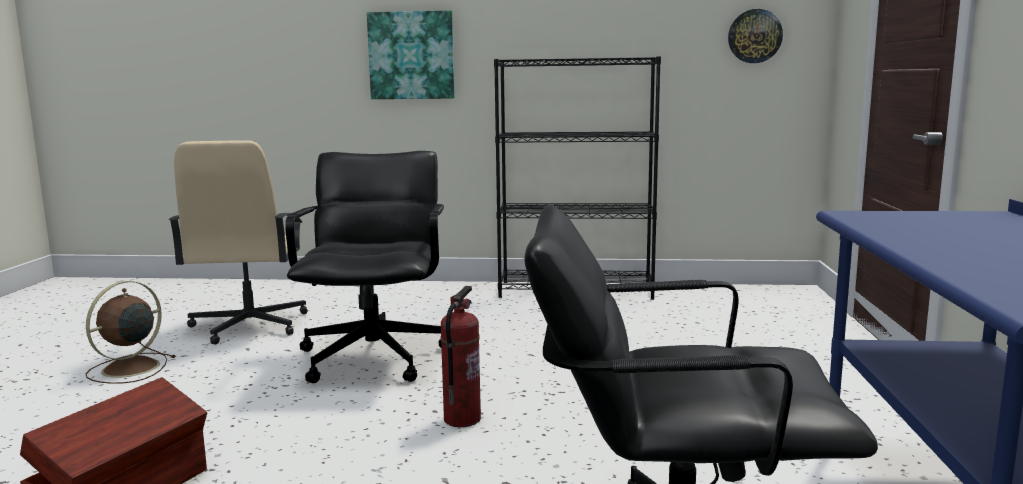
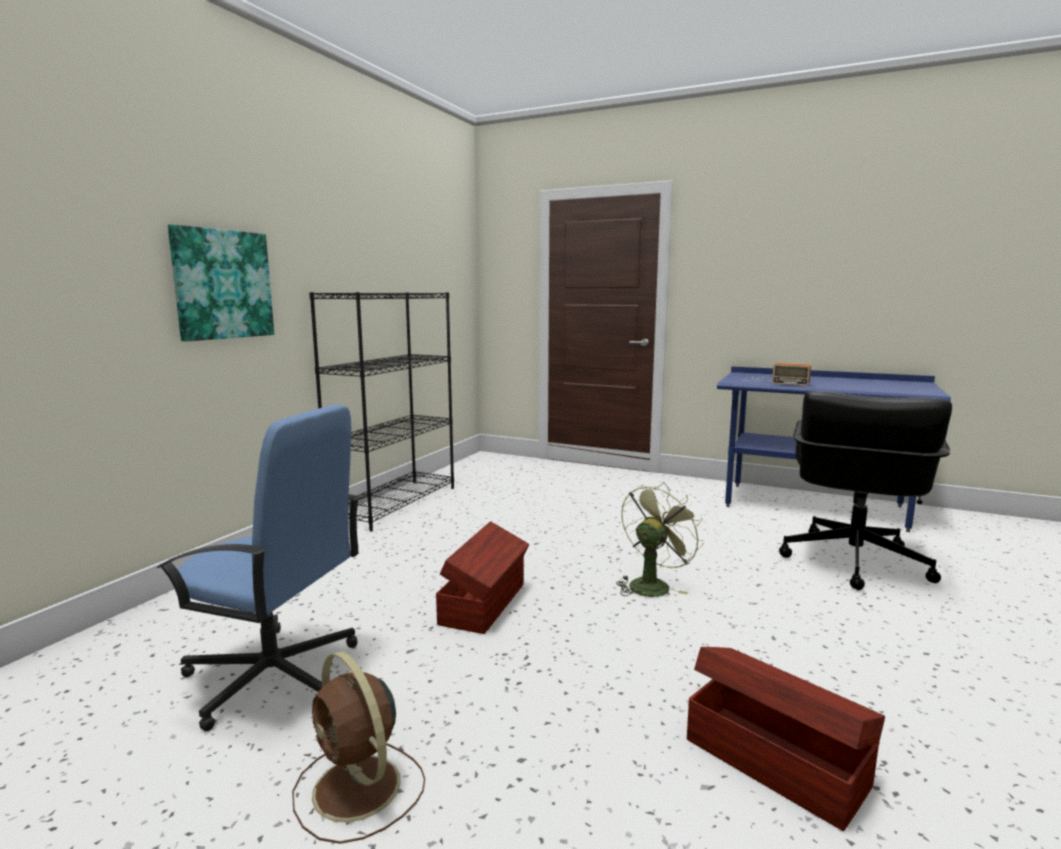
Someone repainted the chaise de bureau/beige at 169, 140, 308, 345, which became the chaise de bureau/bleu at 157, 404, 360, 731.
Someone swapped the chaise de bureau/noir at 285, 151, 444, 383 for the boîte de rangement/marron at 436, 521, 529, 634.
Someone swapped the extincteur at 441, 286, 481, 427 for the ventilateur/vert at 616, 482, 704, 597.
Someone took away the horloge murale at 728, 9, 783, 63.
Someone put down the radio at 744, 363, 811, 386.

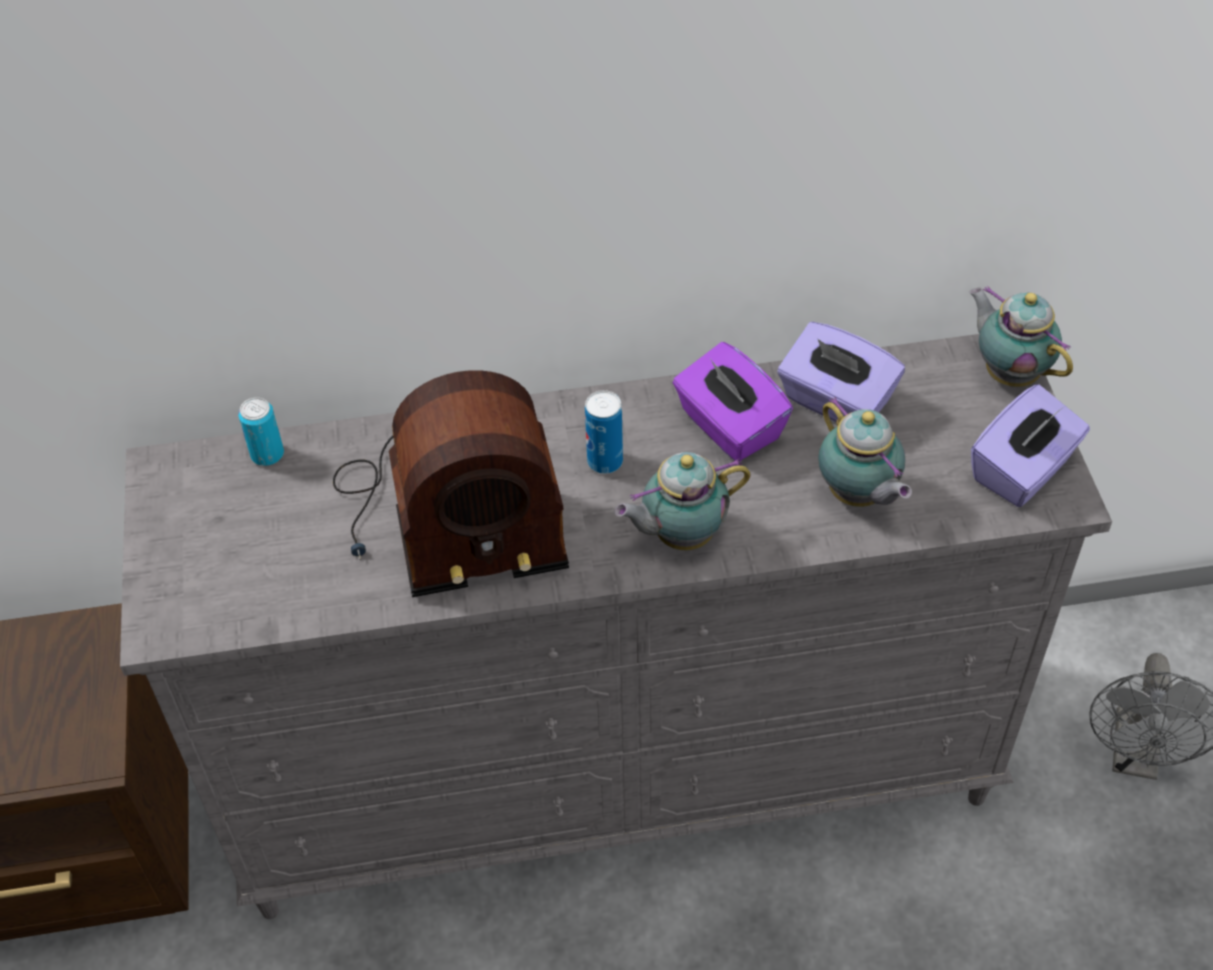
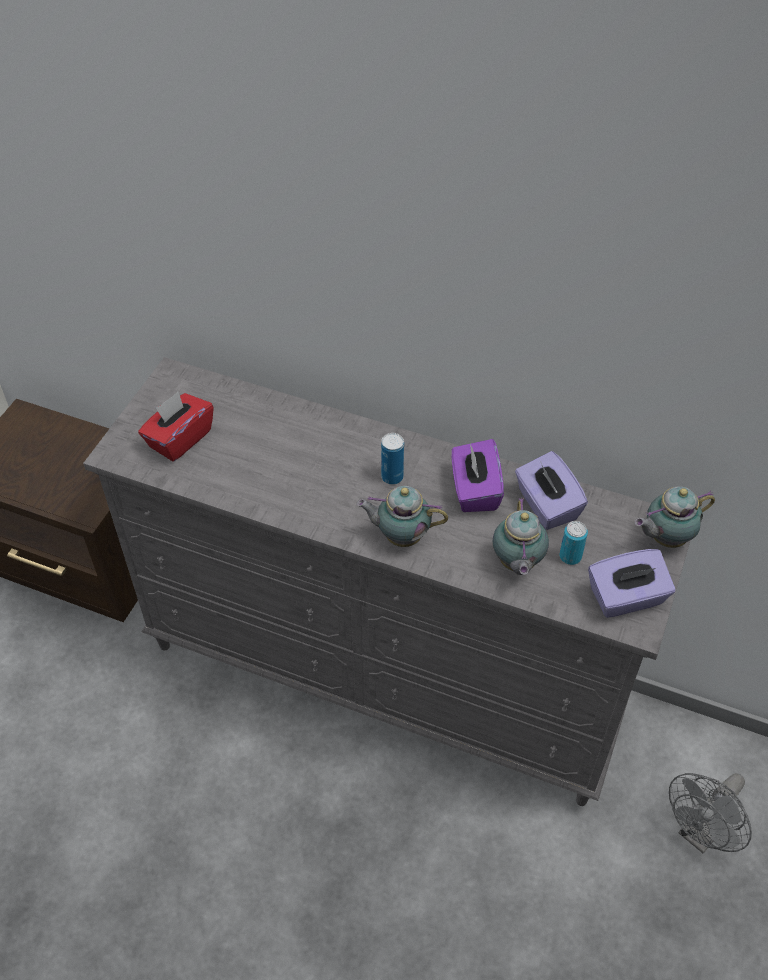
Someone carried the boîte métallique from 238, 397, 284, 466 to 559, 521, 588, 565.
Someone took away the radio at 333, 370, 569, 597.
Someone rotated the théière at 969, 286, 1073, 387 by 105 degrees counterclockwise.
Someone put down the boîte à mouchoirs/rouge at 138, 392, 214, 461.

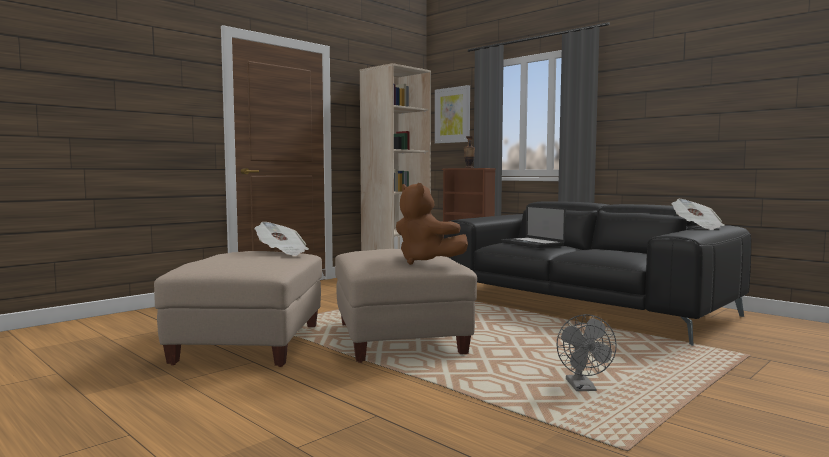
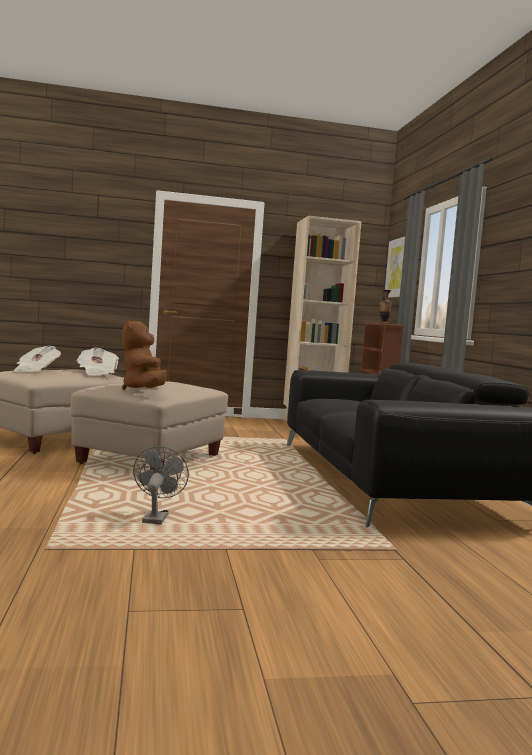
Someone took away the ordinateur portable at 501, 205, 566, 248.
Someone rotated the ventilateur/gris at 557, 314, 617, 391 by 150 degrees clockwise.
Someone carried the journal from 672, 199, 724, 230 to 13, 346, 61, 372.

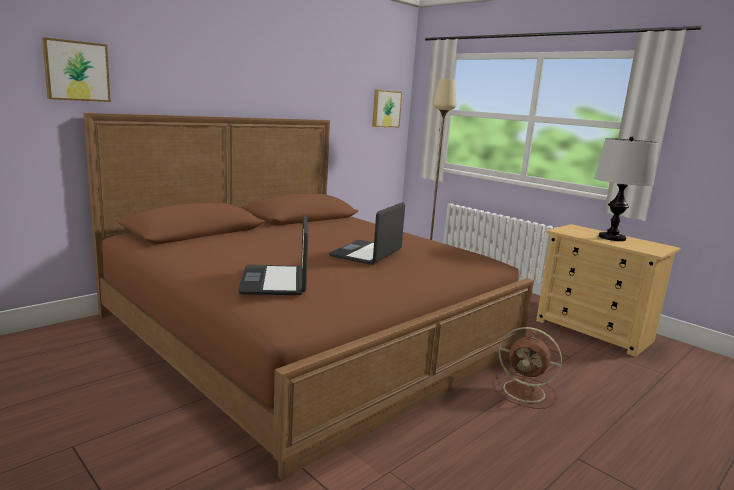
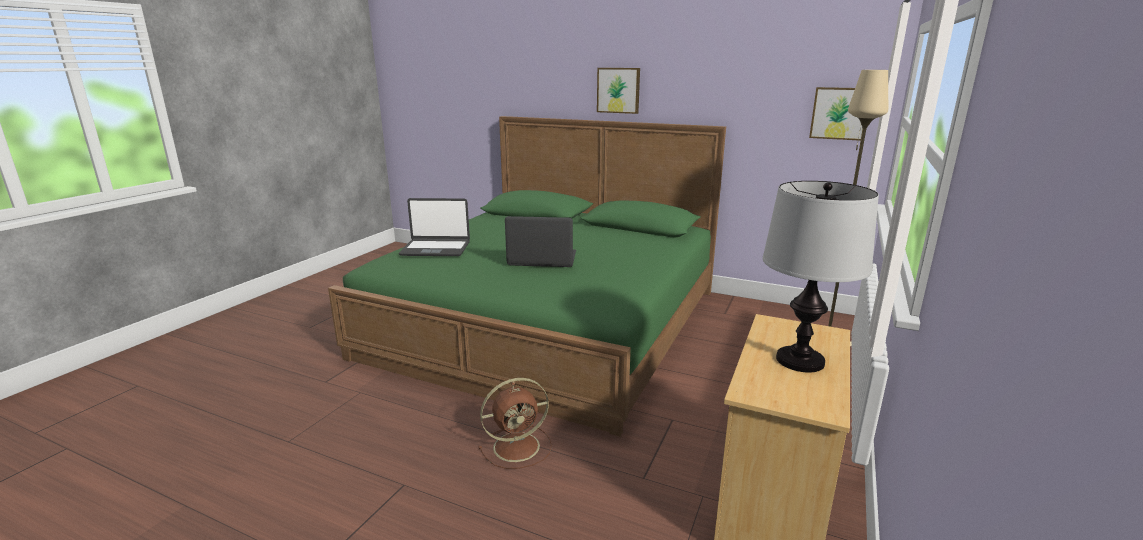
Someone carried the tableau from 42, 37, 111, 102 to 597, 68, 640, 114.
Someone repainted the lit/marron at 84, 113, 534, 481, which became the lit/vert at 328, 116, 726, 436.
Someone rotated the ordinateur portable at 238, 214, 308, 295 by 150 degrees counterclockwise.
Someone rotated the ventilateur/marron at 494, 327, 562, 409 by 120 degrees counterclockwise.

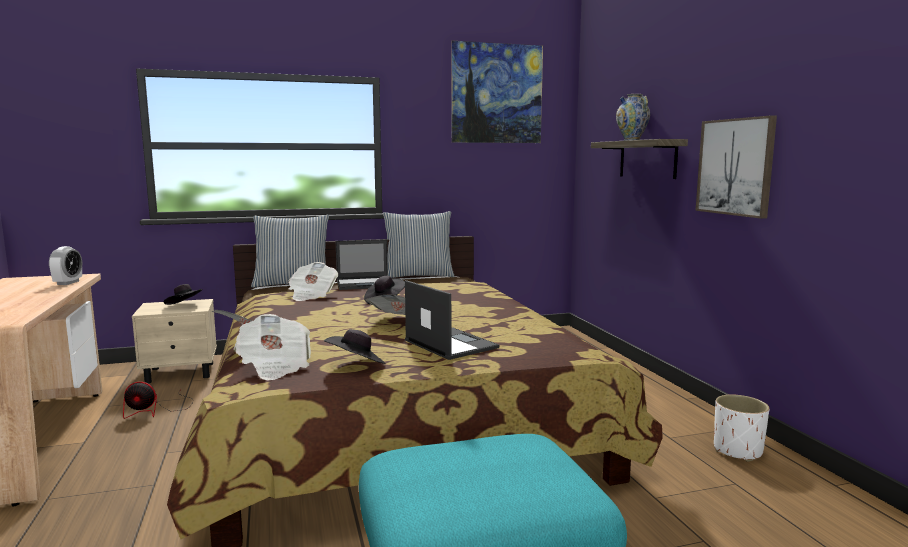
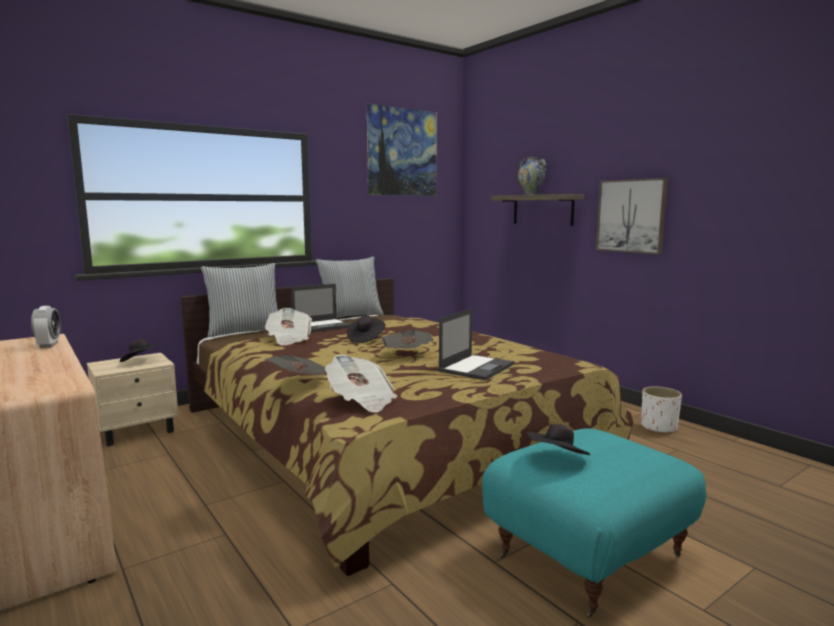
Someone took away the ventilateur at 123, 382, 194, 419.
Someone carried the chapeau/noir from 324, 329, 386, 364 to 527, 424, 590, 455.
Someone rotated the ordinateur portable at 405, 280, 500, 360 by 90 degrees clockwise.

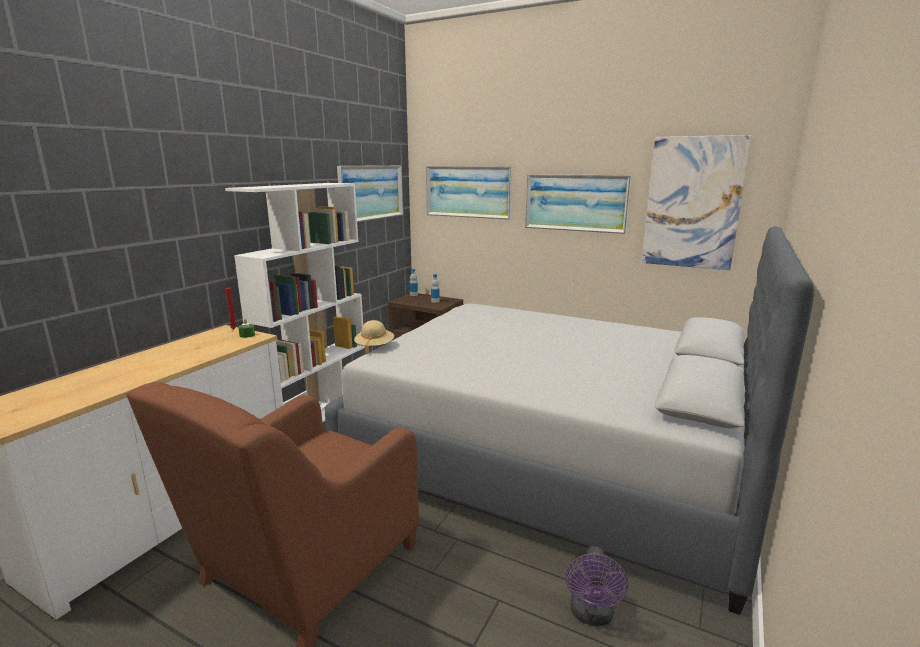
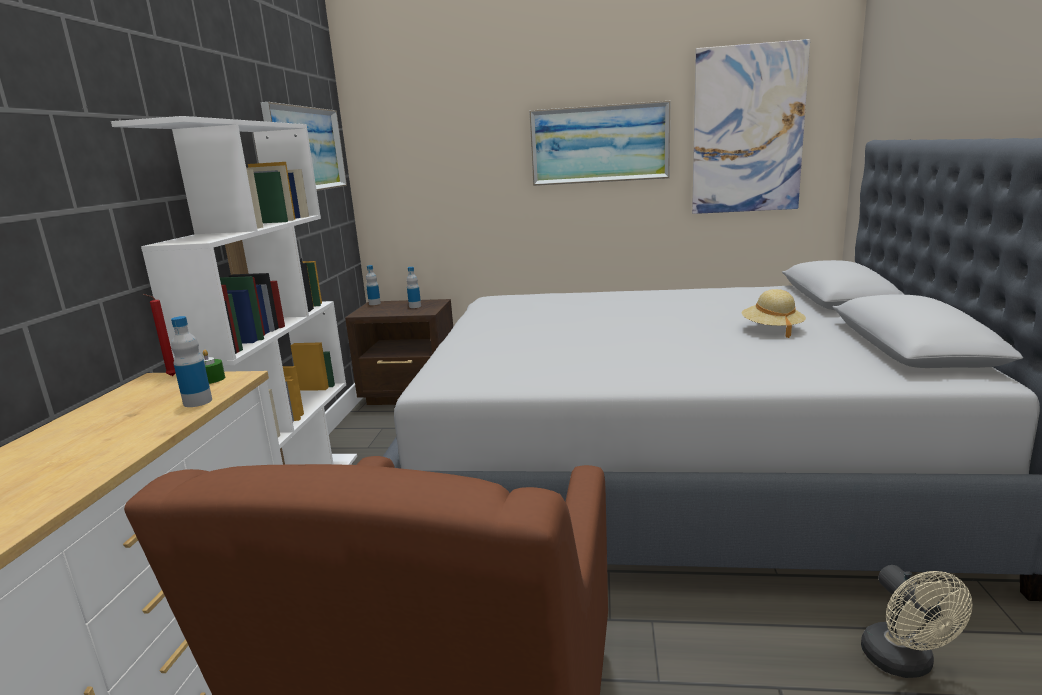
Someone carried the chapeau/beige from 354, 320, 394, 354 to 742, 289, 806, 338.
Someone took away the tableau at 426, 166, 513, 220.
Someone repainted the ventilateur/violet at 566, 546, 628, 626, which became the ventilateur/beige at 861, 565, 973, 678.
Someone put down the bouteille at 171, 316, 212, 407.

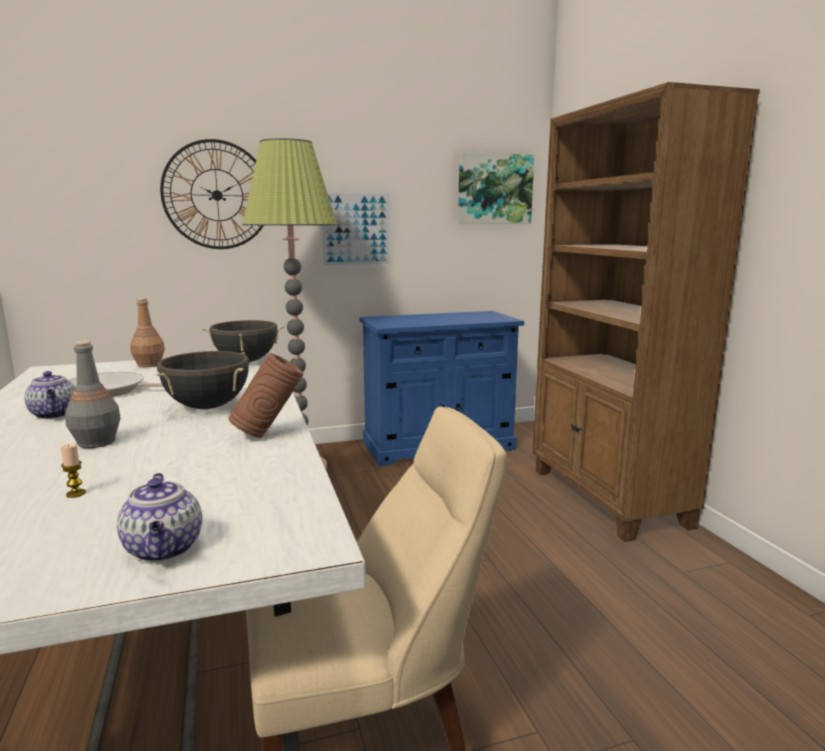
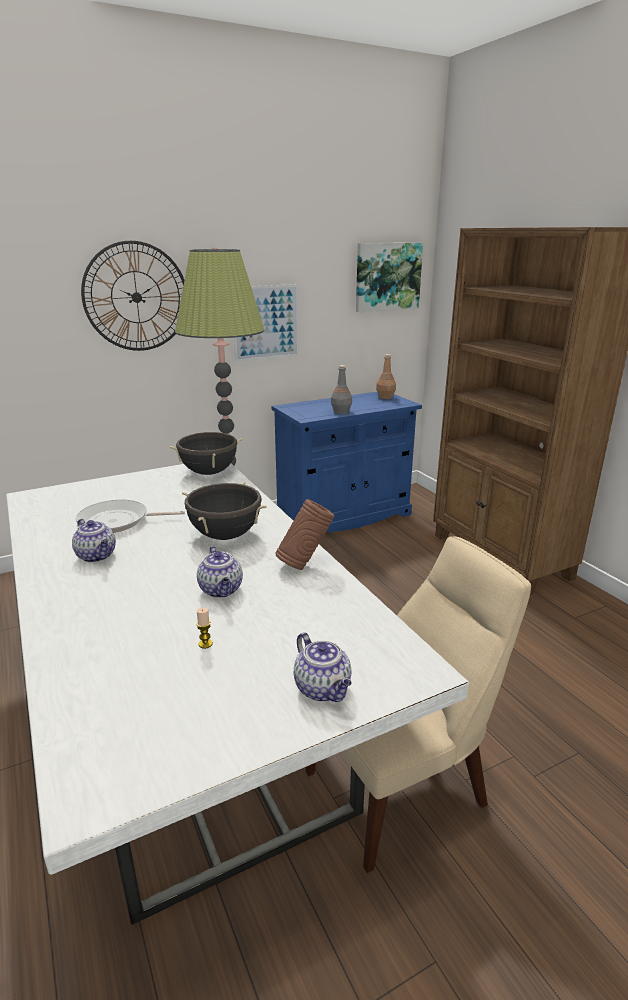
Someone carried the bouteille/gris from 65, 341, 121, 448 to 331, 365, 352, 414.
Someone carried the bouteille/marron from 130, 298, 165, 367 to 376, 354, 396, 399.
Someone put down the théière at 197, 546, 243, 598.

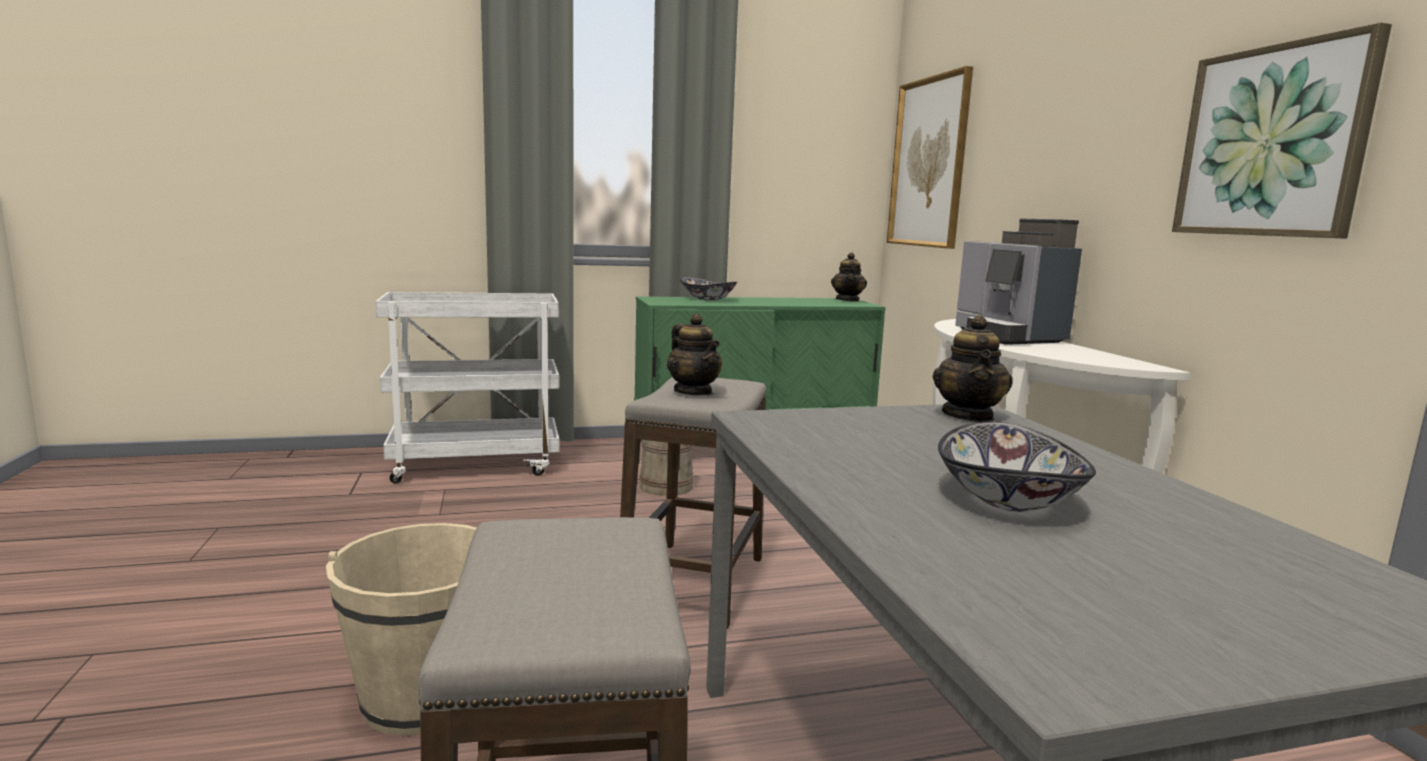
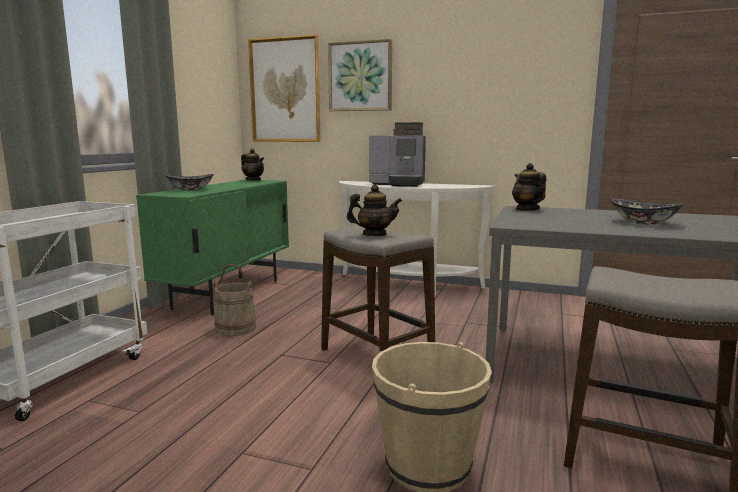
Someone rotated the théière at 932, 315, 1013, 422 by 150 degrees counterclockwise.
Someone carried the tableau from 1172, 22, 1392, 239 to 328, 39, 392, 111.

